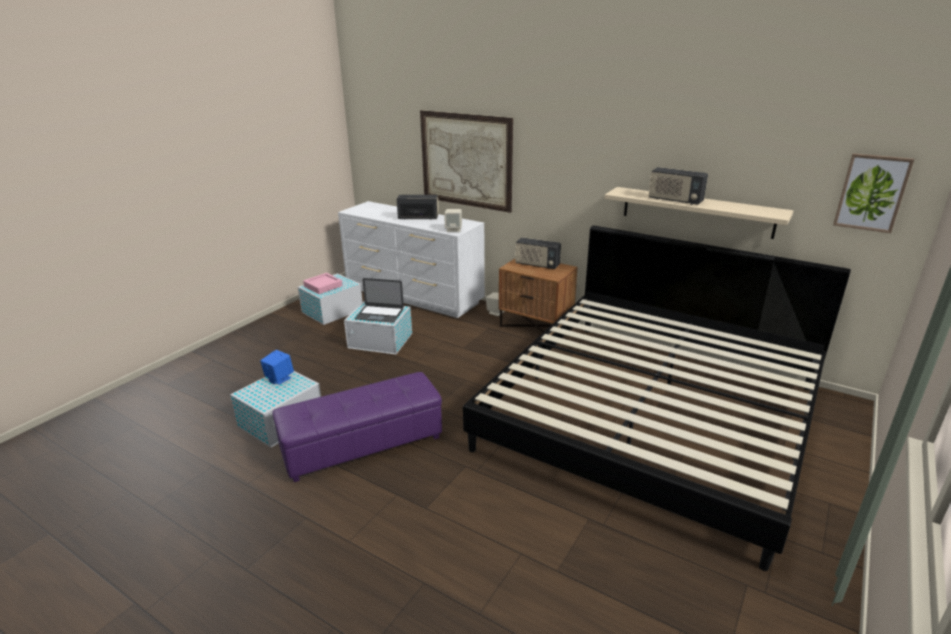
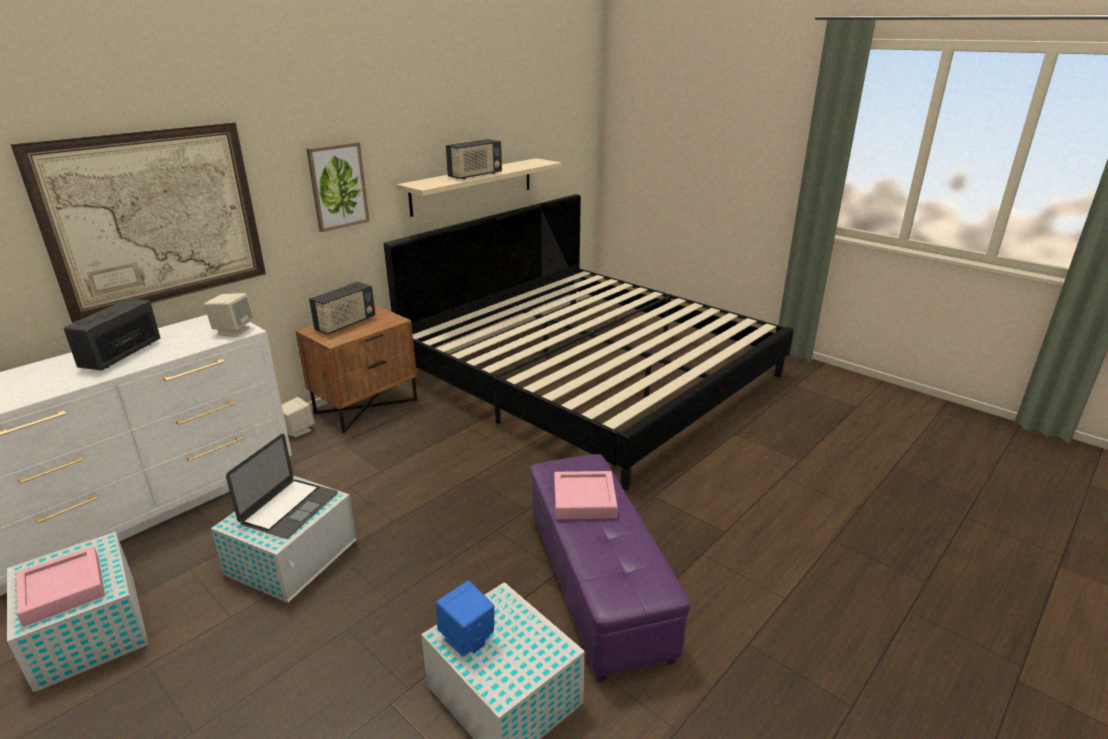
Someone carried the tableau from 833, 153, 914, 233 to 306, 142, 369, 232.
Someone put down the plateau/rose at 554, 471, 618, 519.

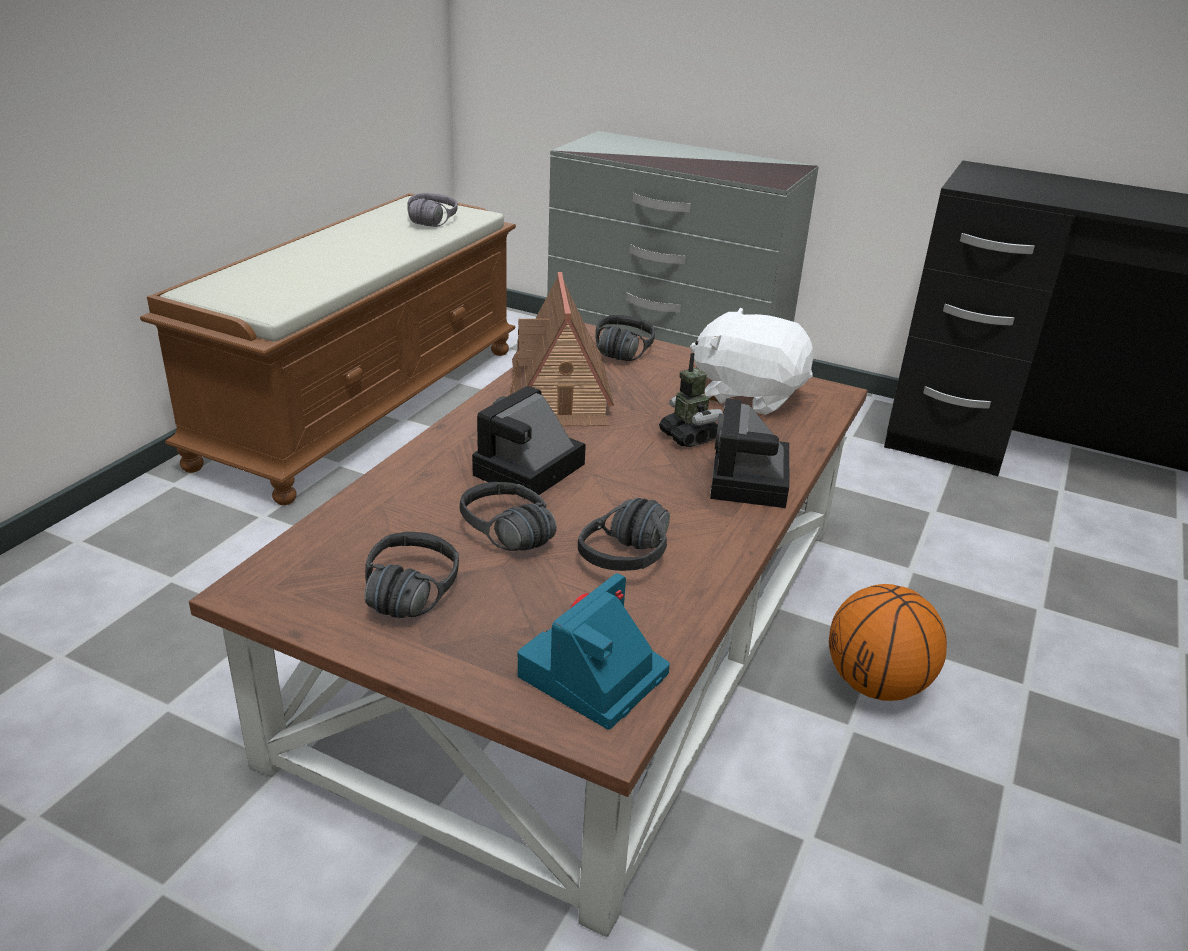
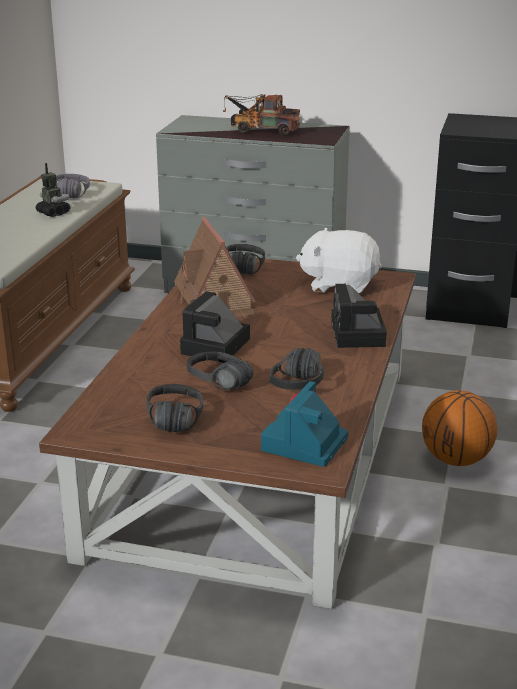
Someone carried the robot jouet from 659, 353, 723, 447 to 35, 163, 71, 217.
Someone put down the camion jouet at 223, 94, 300, 136.

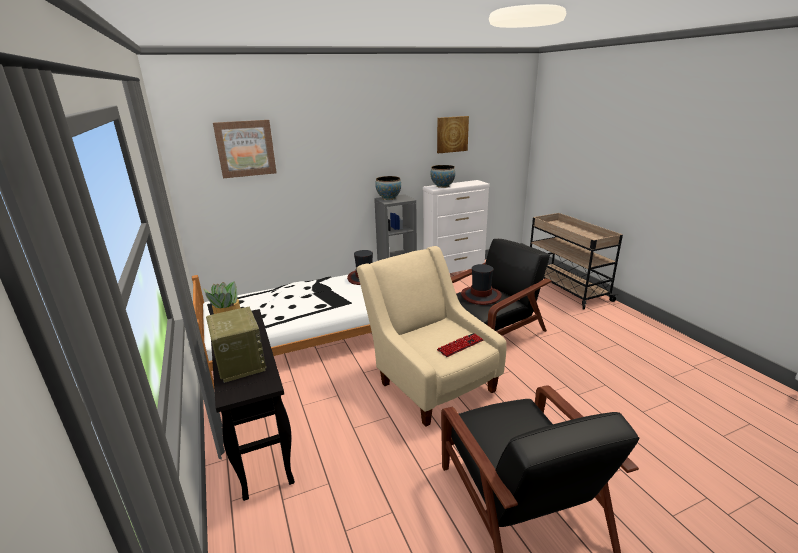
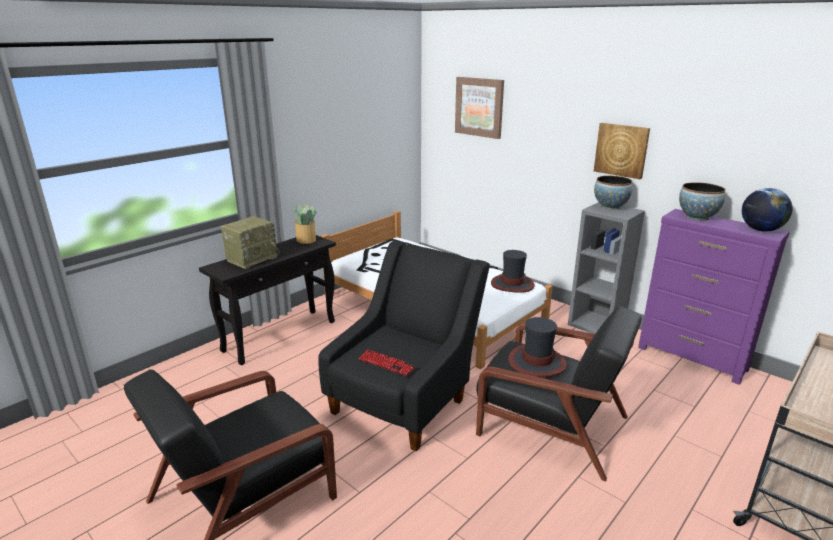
Someone repainted the fauteuil/beige at 356, 246, 507, 427, which became the fauteuil/noir at 318, 241, 490, 451.
Someone repainted the commode/blanc at 423, 180, 490, 273, which became the commode/violet at 638, 209, 789, 385.
Someone carried the tableau from 437, 116, 469, 153 to 594, 123, 650, 179.
Someone put down the globe at 742, 188, 793, 232.

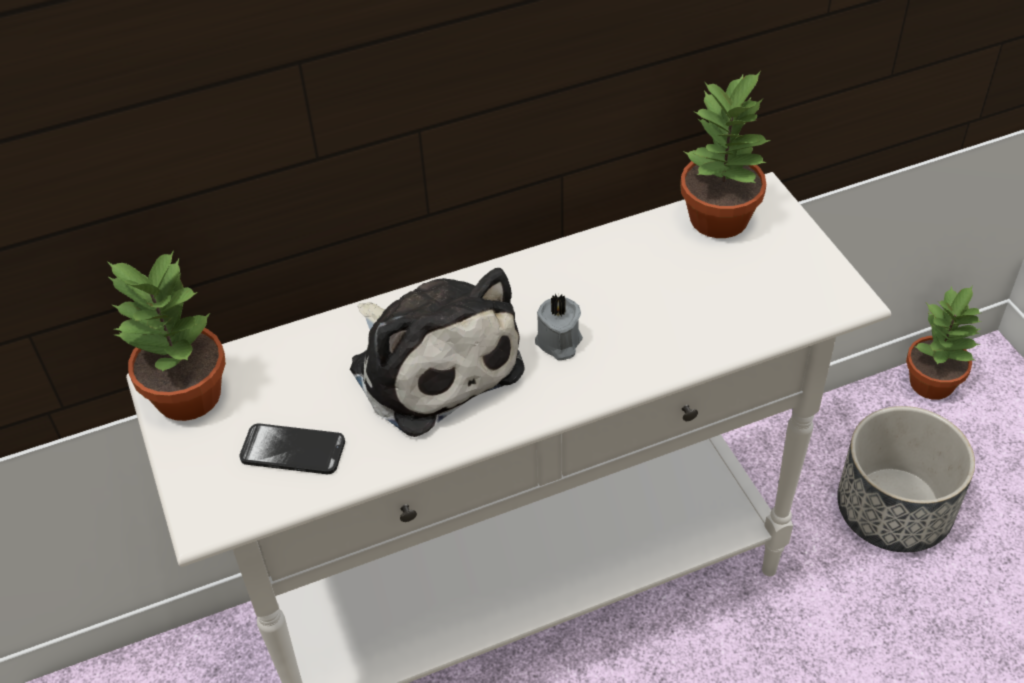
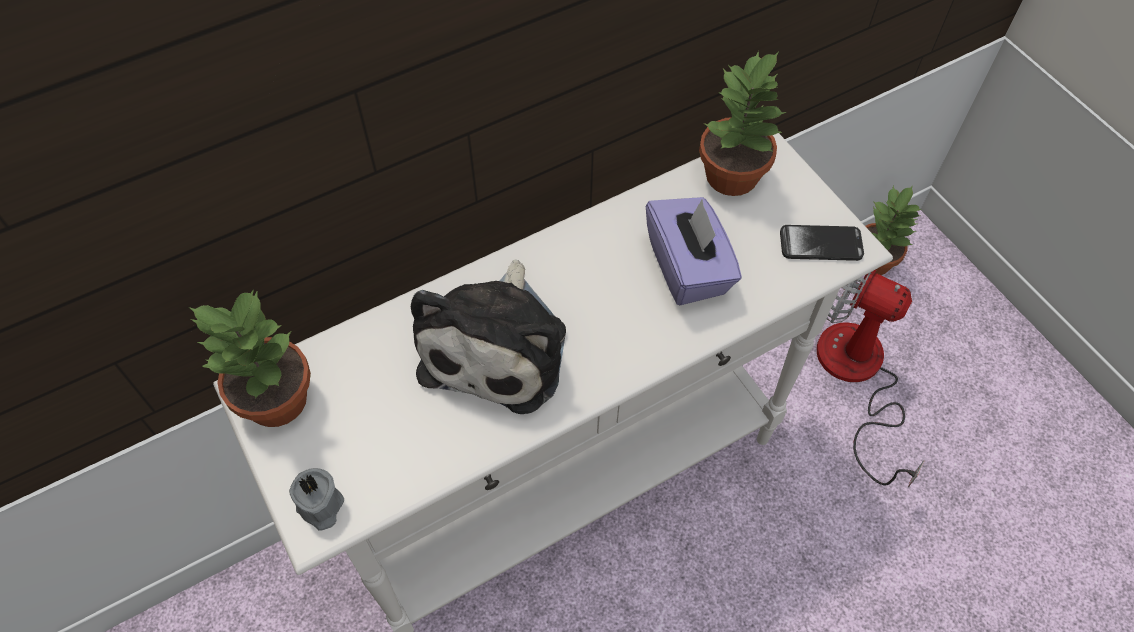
Someone carried the téléphone from 239, 423, 345, 474 to 780, 225, 864, 261.
Someone rotated the peluche at 350, 268, 524, 437 by 60 degrees clockwise.
Someone carried the bougie/gris from 535, 294, 583, 360 to 289, 468, 344, 531.
Someone swapped the cache-pot at 837, 406, 975, 552 for the ventilateur at 817, 270, 925, 487.
Someone put down the boîte à mouchoirs/violet at 646, 197, 742, 306.

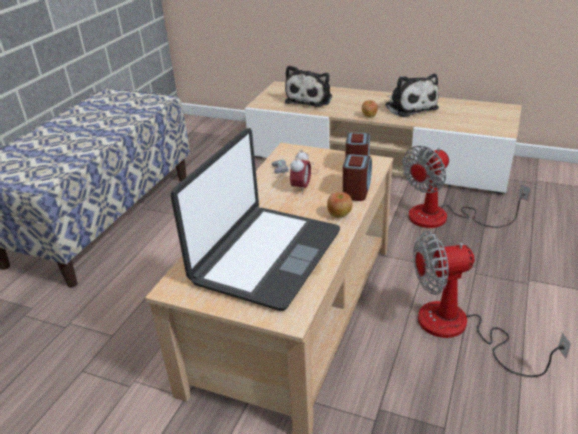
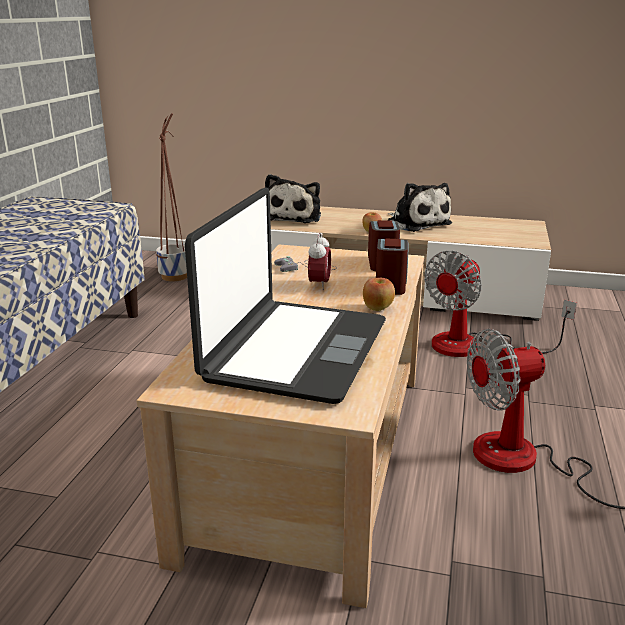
Someone put down the cache-pot at 156, 113, 187, 282.

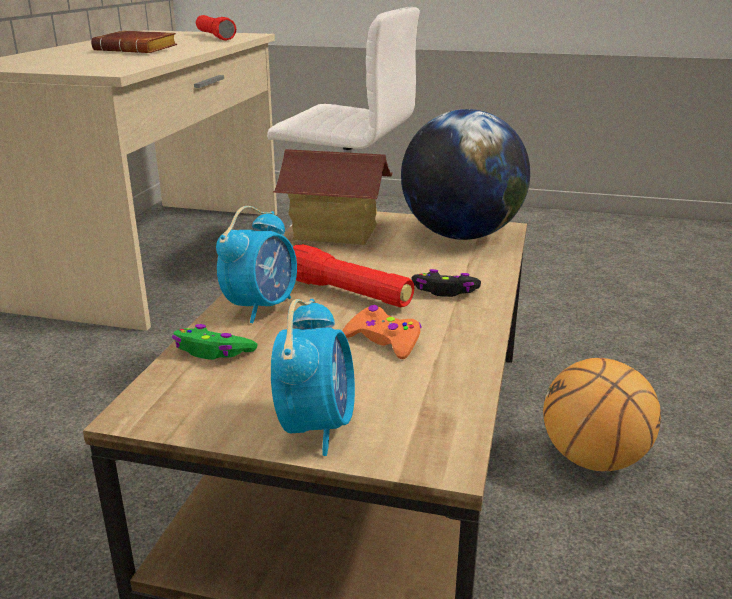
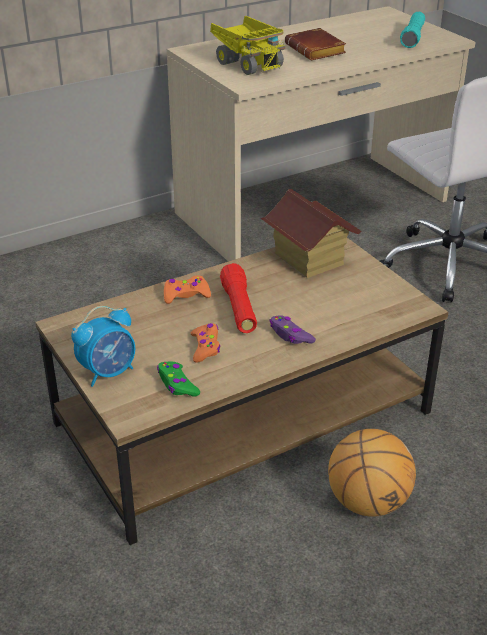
Someone carried the manette/vert from 172, 324, 258, 360 to 157, 361, 200, 397.
Someone repainted the lampe de poche/rouge at 196, 15, 236, 41, which became the lampe de poche/turquoise at 400, 11, 425, 48.
Someone swapped the réveil at 216, 206, 297, 323 for the manette/orange at 164, 275, 211, 304.
Someone took away the globe at 401, 109, 530, 240.
Someone repainted the manette/noir at 412, 269, 481, 297, which became the manette/violet at 269, 315, 316, 344.
Someone put down the camion jouet at 210, 16, 285, 75.

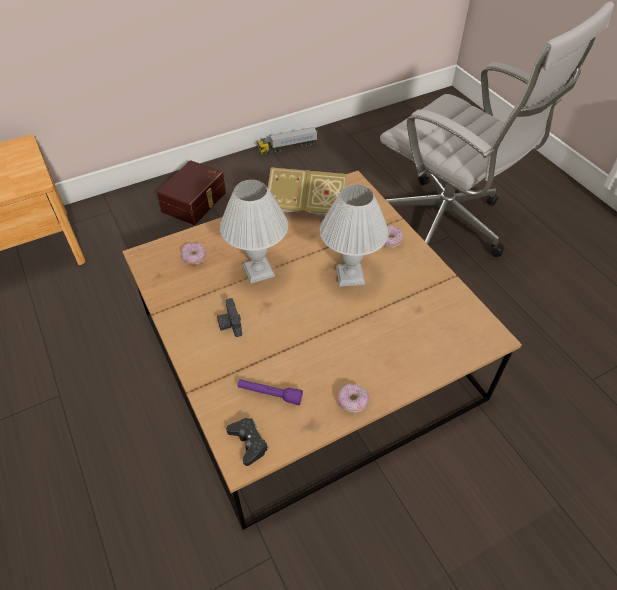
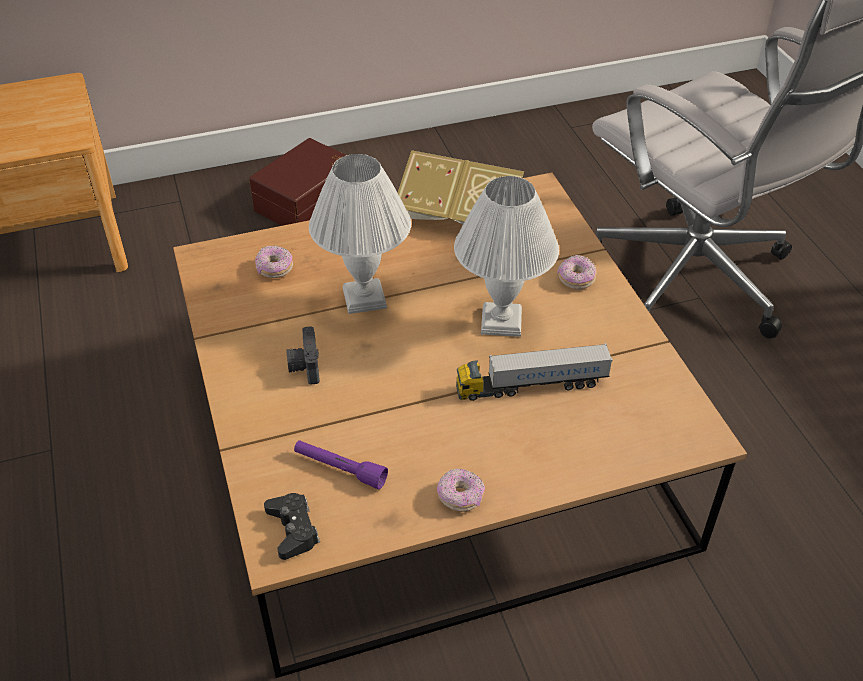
Someone carried the camion jouet from 258, 127, 317, 155 to 456, 343, 613, 401.

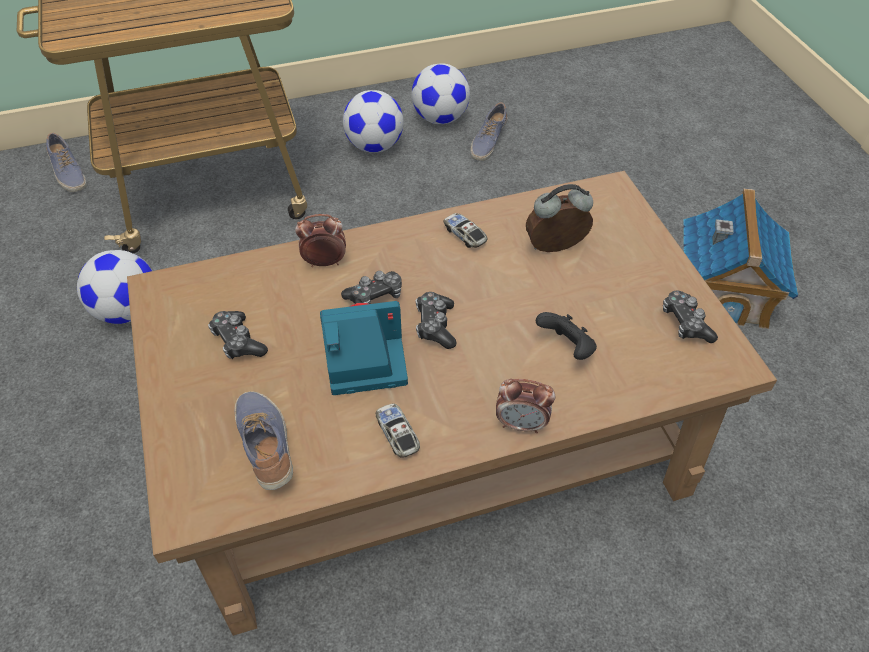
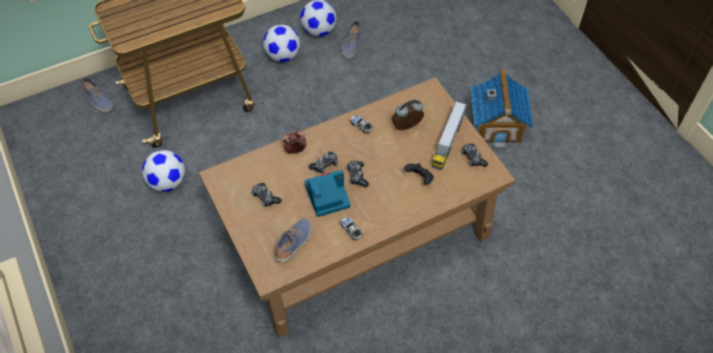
Someone rotated the chaussure at 235, 391, 293, 490 by 60 degrees clockwise.
Someone took away the réveil at 496, 379, 555, 433.
Someone put down the camion jouet at 432, 101, 466, 170.

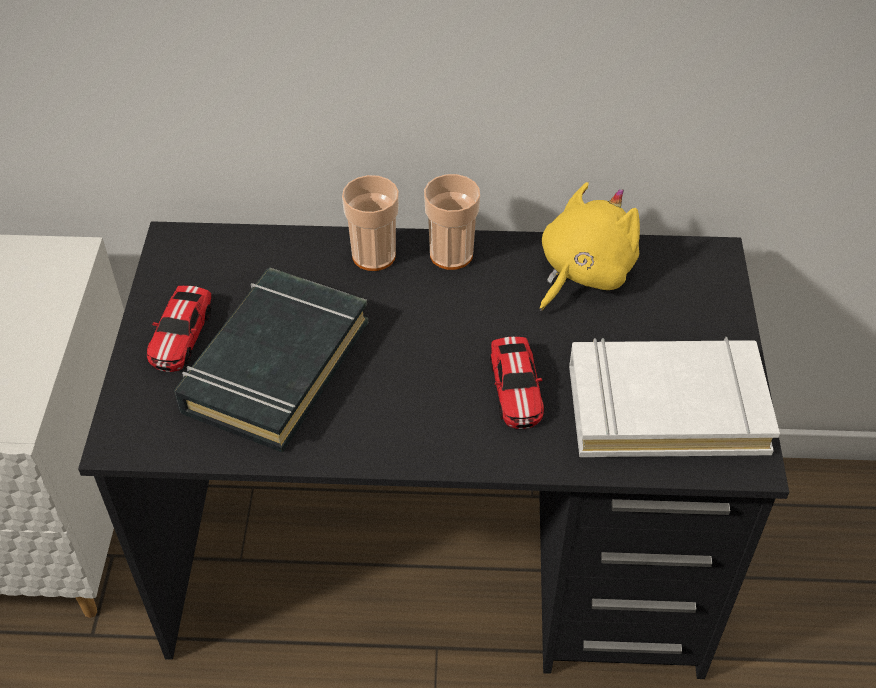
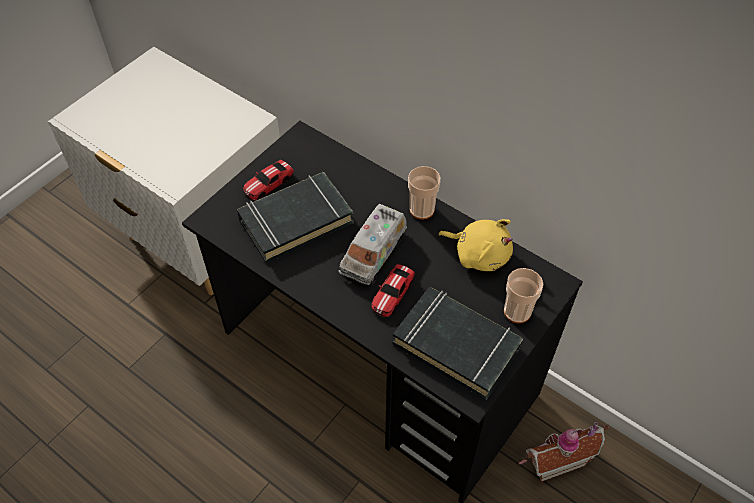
Someone carried the tasse from 342, 175, 399, 271 to 504, 268, 543, 323.
Someone rotated the peluche/jaune at 540, 182, 640, 311 by 45 degrees clockwise.
Someone repainted the livre/blanc at 569, 337, 780, 457, which became the livre/noir at 392, 286, 523, 400.
Someone put down the camion jouet at 339, 204, 407, 285.
Someone put down the maison miniature at 519, 422, 609, 482.

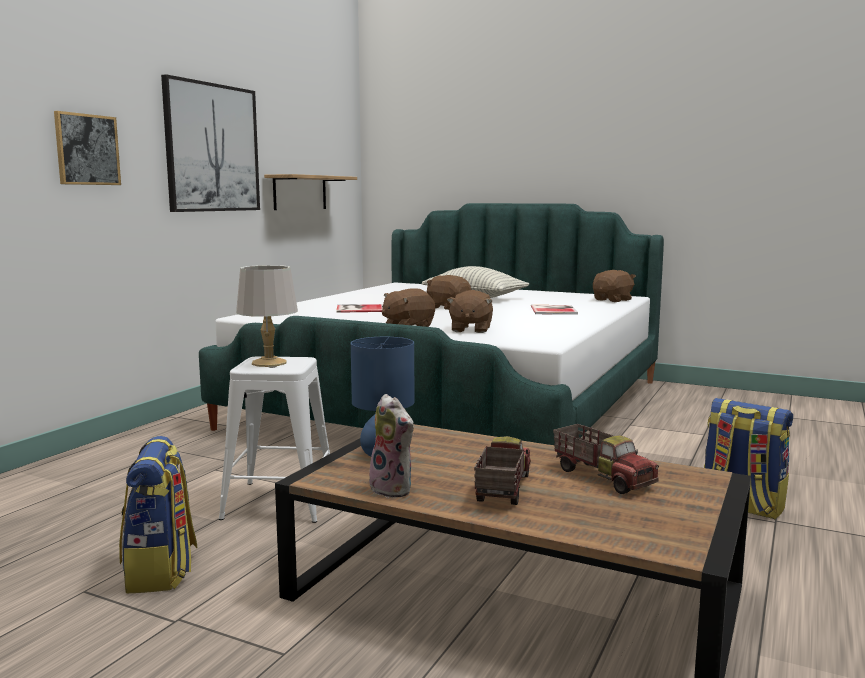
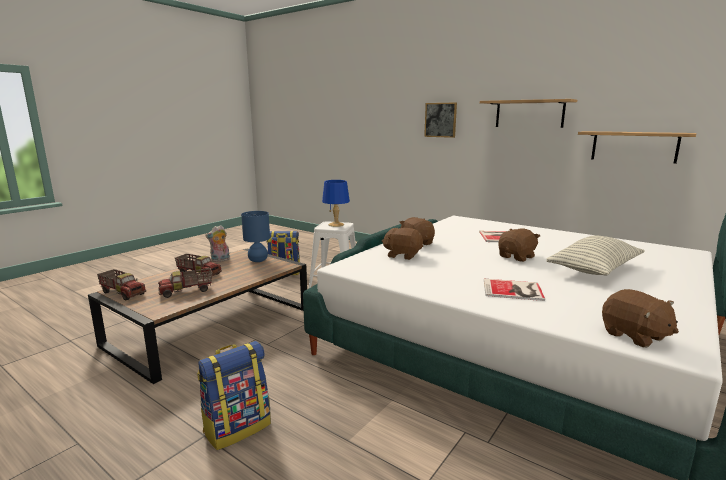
Someone swapped the tableau at 161, 74, 260, 212 for the étagère at 480, 99, 577, 128.
Someone repainted the lampe de table/gris at 236, 265, 298, 367, which became the lampe de table/bleu at 322, 180, 350, 227.
Someone put down the camion jouet at 97, 269, 146, 300.

